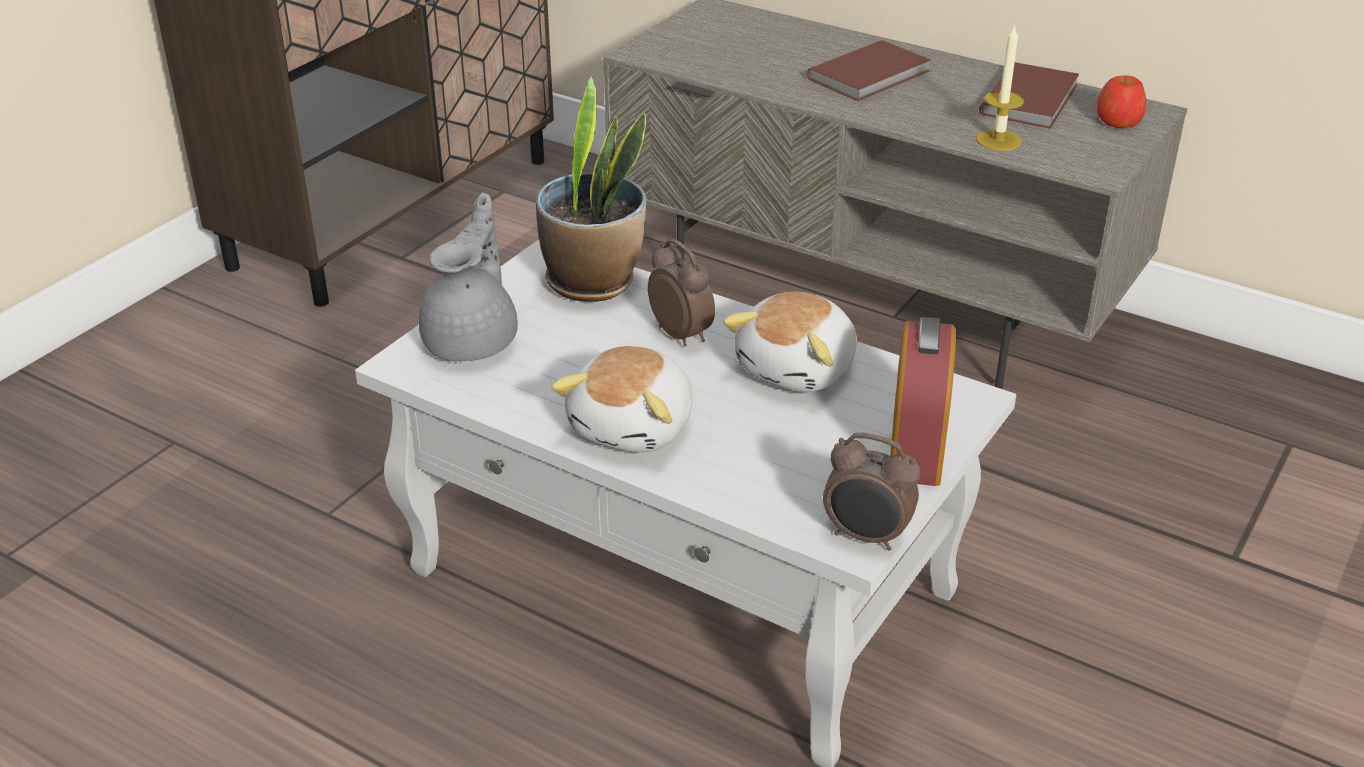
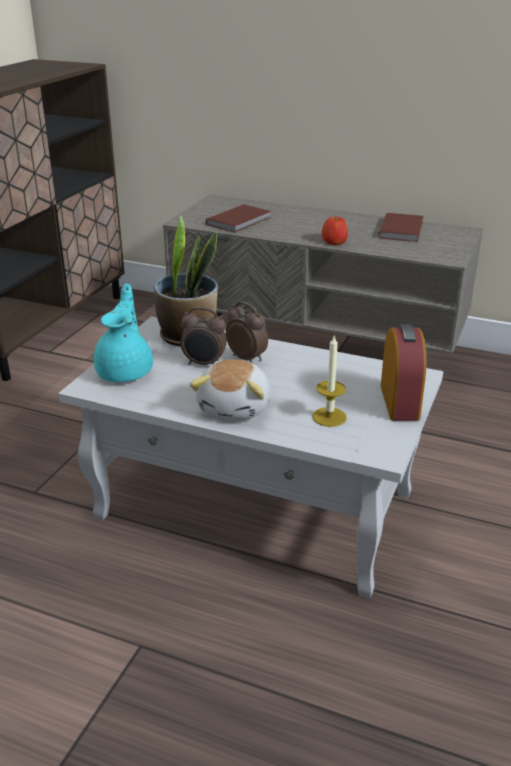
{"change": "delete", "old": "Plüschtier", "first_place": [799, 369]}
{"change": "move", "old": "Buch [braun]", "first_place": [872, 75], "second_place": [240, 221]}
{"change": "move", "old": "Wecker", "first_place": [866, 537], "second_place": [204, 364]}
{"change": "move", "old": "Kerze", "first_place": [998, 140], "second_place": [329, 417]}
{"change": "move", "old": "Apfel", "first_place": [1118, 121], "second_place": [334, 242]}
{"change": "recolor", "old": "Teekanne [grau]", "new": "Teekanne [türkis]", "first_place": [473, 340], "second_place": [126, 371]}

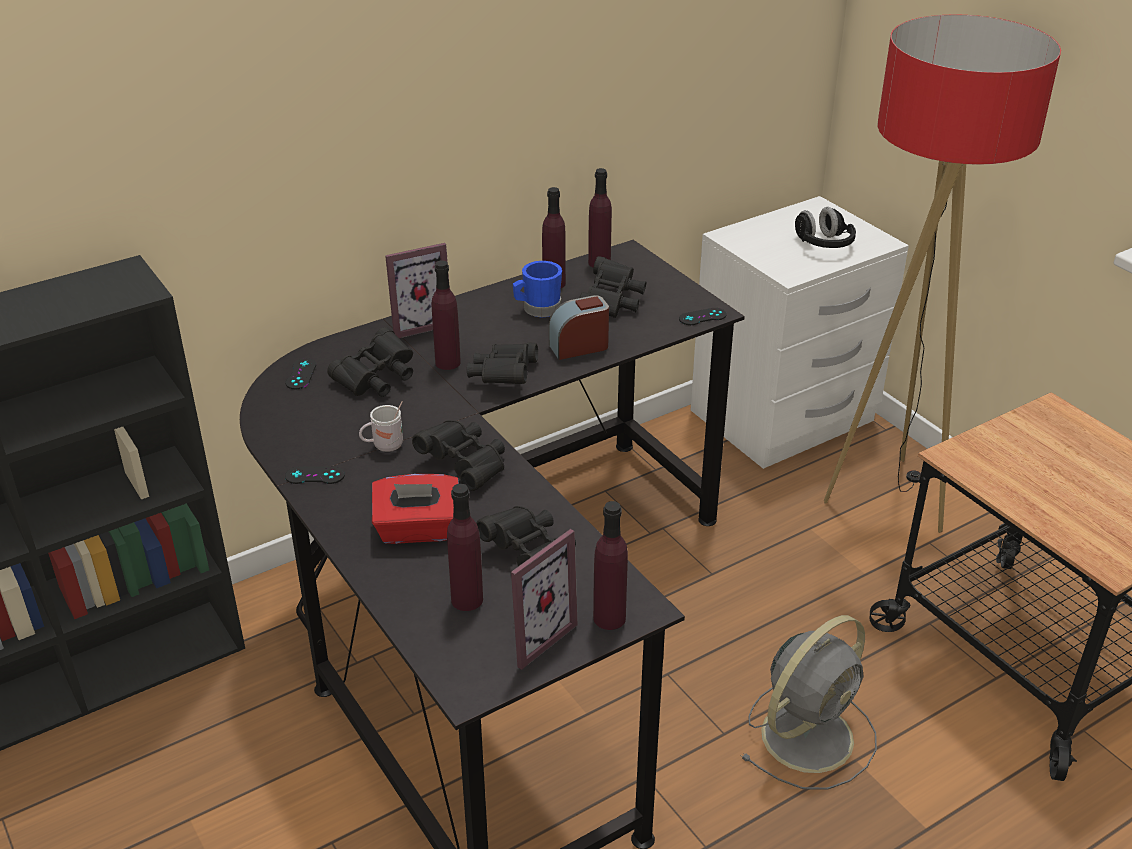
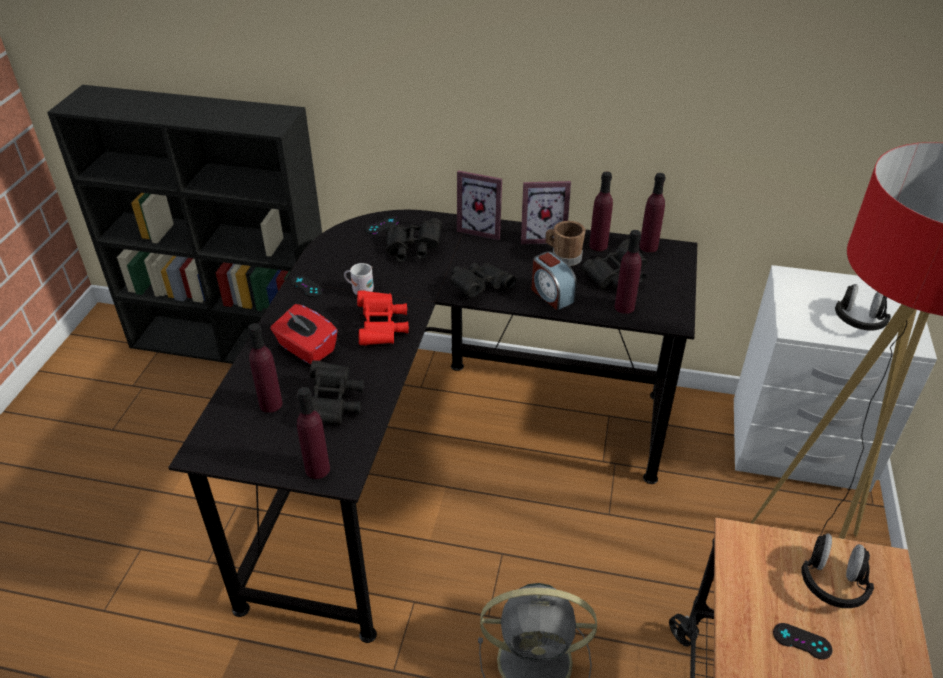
{"change": "insert", "new": "Kopfhörer [schwarz]", "second_place": [832, 582]}
{"change": "move", "old": "Flasche [lila]", "first_place": [448, 362], "second_place": [624, 307]}
{"change": "move", "old": "Bilderrahmen", "first_place": [532, 635], "second_place": [542, 236]}
{"change": "move", "old": "Gamepad [schwarz]", "first_place": [702, 317], "second_place": [802, 641]}
{"change": "recolor", "old": "Fernglas [schwarz]", "new": "Fernglas [rot]", "first_place": [465, 465], "second_place": [382, 328]}
{"change": "recolor", "old": "Henkelbecher [blau]", "new": "Henkelbecher [braun]", "first_place": [537, 309], "second_place": [563, 257]}
{"change": "rotate", "old": "Wecker", "first_place": [579, 346], "second_place": [551, 295], "degrees": -150}

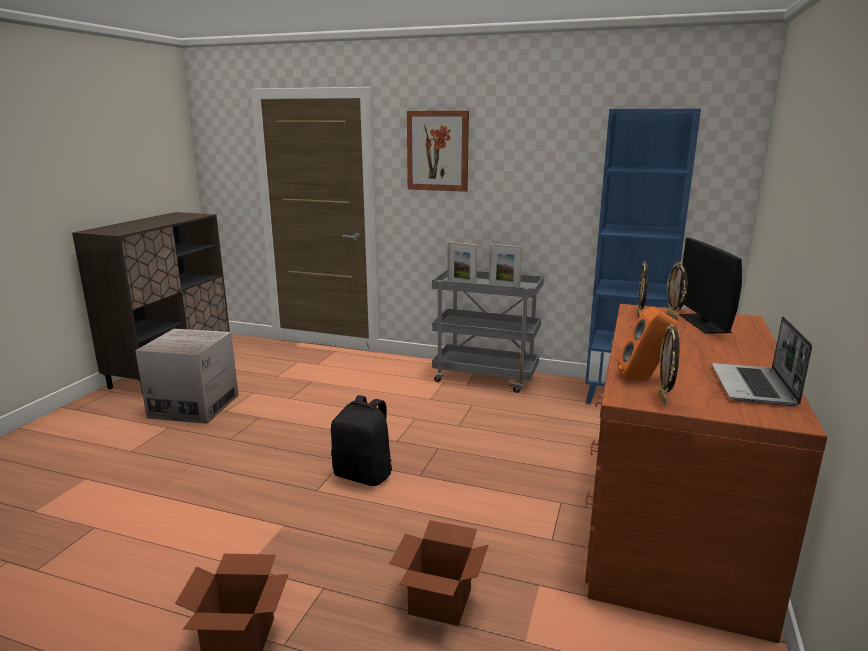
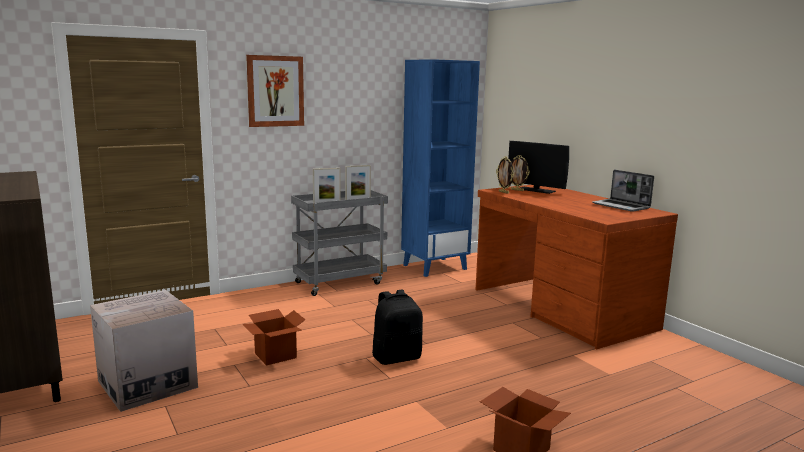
{"change": "delete", "old": "Lautsprecher [orange]", "first_place": [643, 378]}
{"change": "delete", "old": "Bilderrahmen", "first_place": [664, 399]}
{"change": "move", "old": "Karton", "first_place": [440, 602], "second_place": [275, 355]}

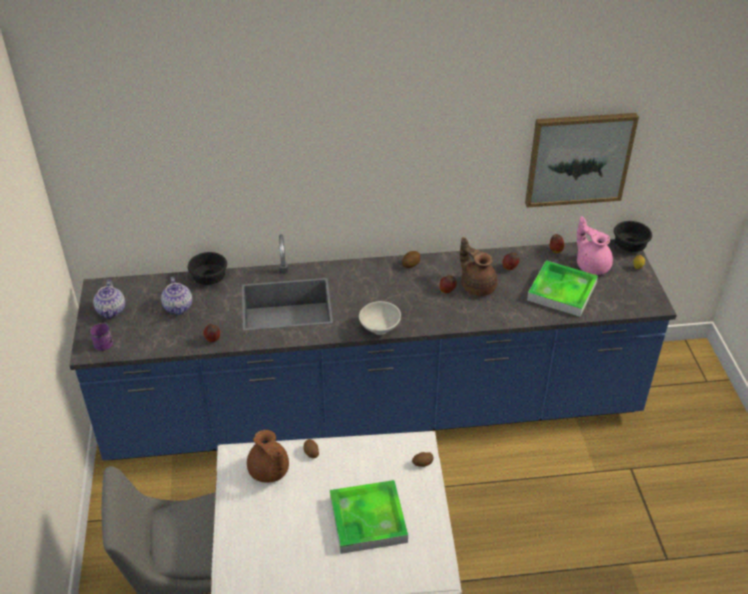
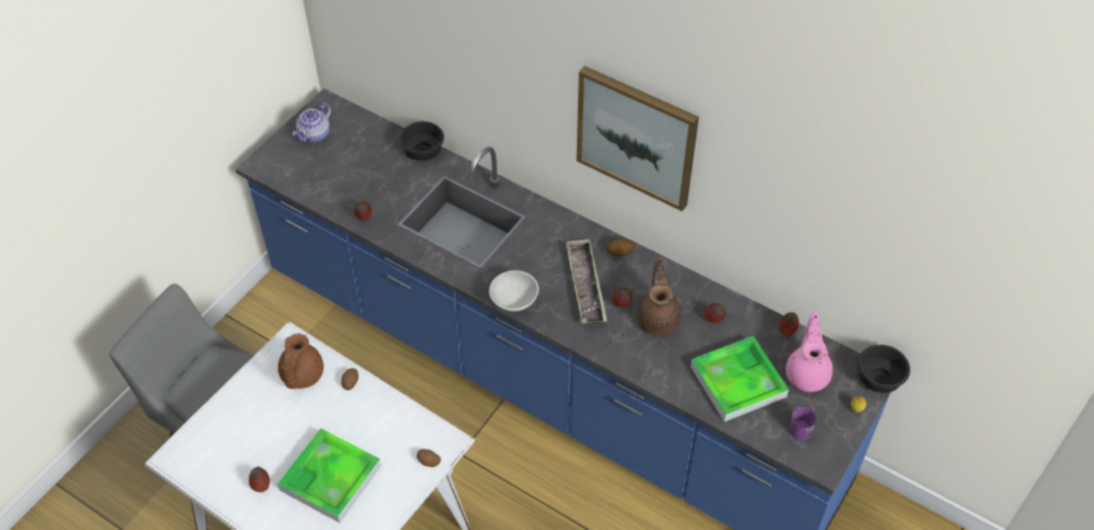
{"change": "delete", "old": "Teekanne", "first_place": [179, 307]}
{"change": "insert", "new": "Apfel", "second_place": [261, 486]}
{"change": "insert", "new": "Tablett", "second_place": [585, 285]}
{"change": "move", "old": "Henkelbecher [lila]", "first_place": [104, 342], "second_place": [802, 427]}
{"change": "move", "old": "Bild", "first_place": [578, 159], "second_place": [636, 137]}

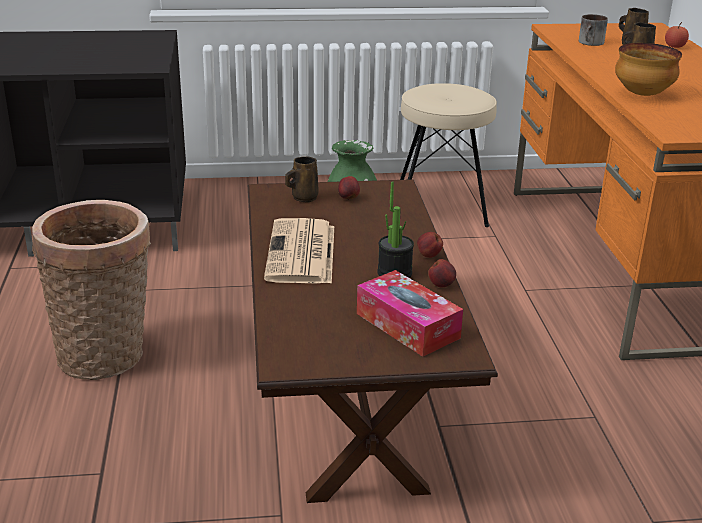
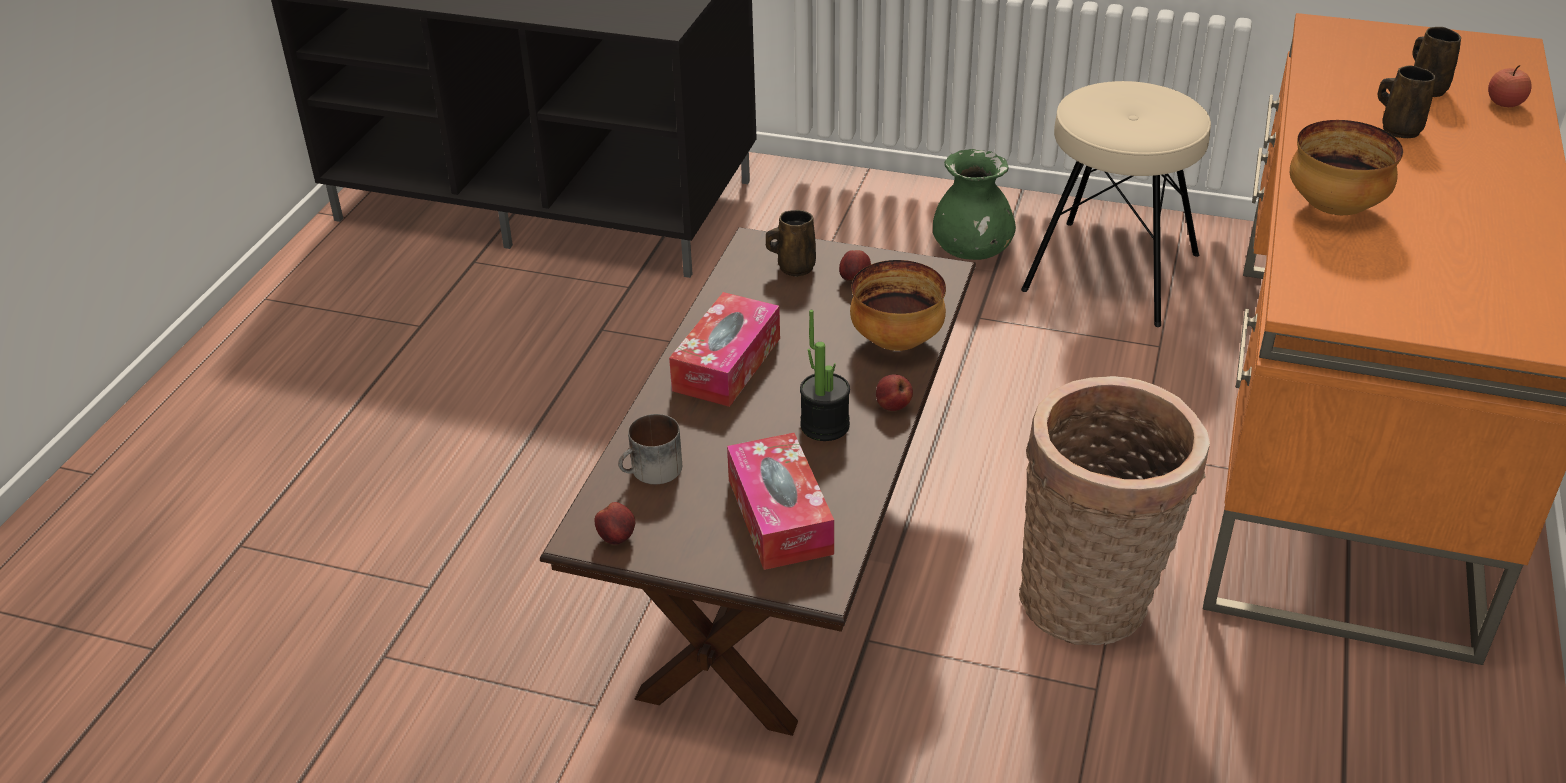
{"change": "insert", "new": "Schüssel", "second_place": [898, 342]}
{"change": "move", "old": "Korb", "first_place": [107, 356], "second_place": [1092, 601]}
{"change": "move", "old": "Apfel", "first_place": [441, 285], "second_place": [617, 538]}
{"change": "move", "old": "Henkelbecher", "first_place": [591, 43], "second_place": [652, 472]}
{"change": "replace", "old": "Zeitung", "new": "Taschentuchbox", "first_place": [302, 253], "second_place": [727, 364]}

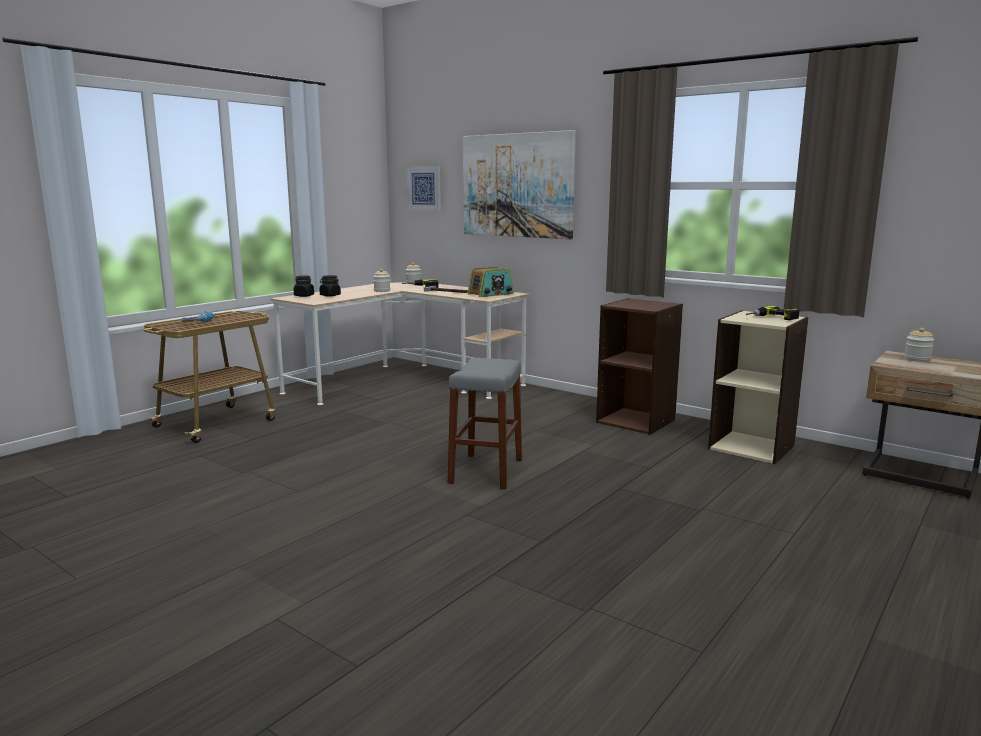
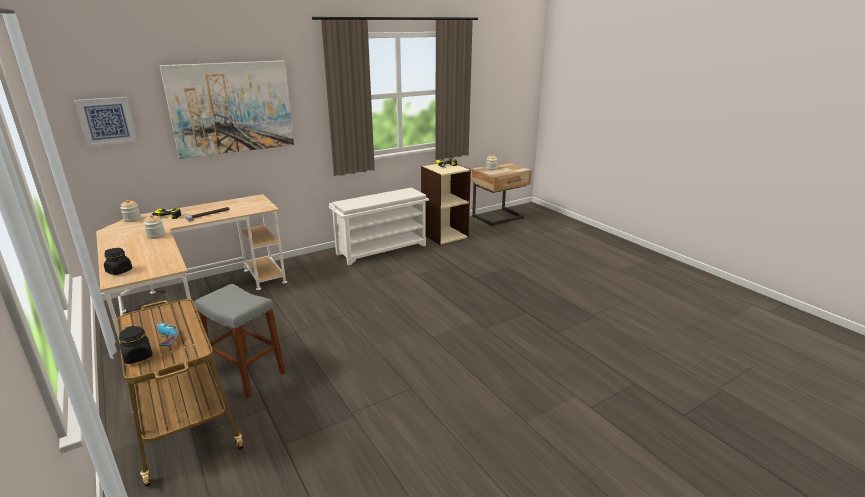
{"change": "delete", "old": "Radio", "first_place": [491, 294]}
{"change": "move", "old": "Vorratsglas [schwarz]", "first_place": [330, 295], "second_place": [138, 356]}
{"change": "move", "old": "Hocker [grau]", "first_place": [486, 471], "second_place": [246, 373]}
{"change": "replace", "old": "Bücherregal [braun]", "new": "Schuhregal [weiß]", "first_place": [636, 421], "second_place": [382, 249]}

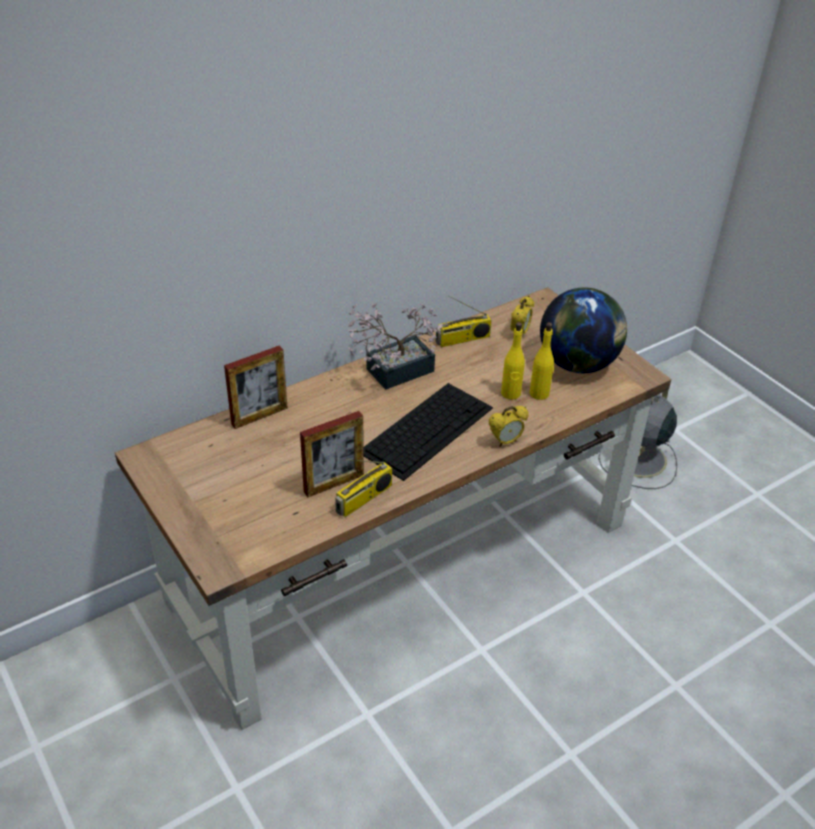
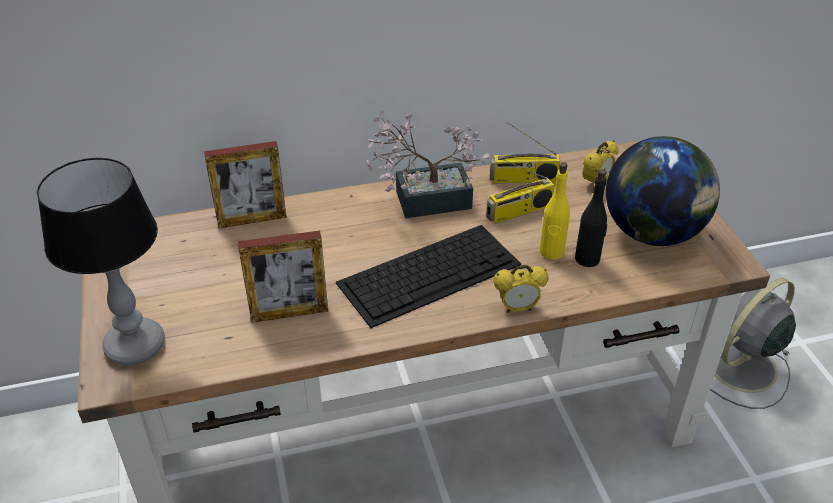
{"change": "insert", "new": "Tischlampe", "second_place": [134, 347]}
{"change": "move", "old": "Radio", "first_place": [364, 499], "second_place": [519, 212]}
{"change": "recolor", "old": "Flasche [gelb]", "new": "Flasche [schwarz]", "first_place": [539, 393], "second_place": [587, 259]}

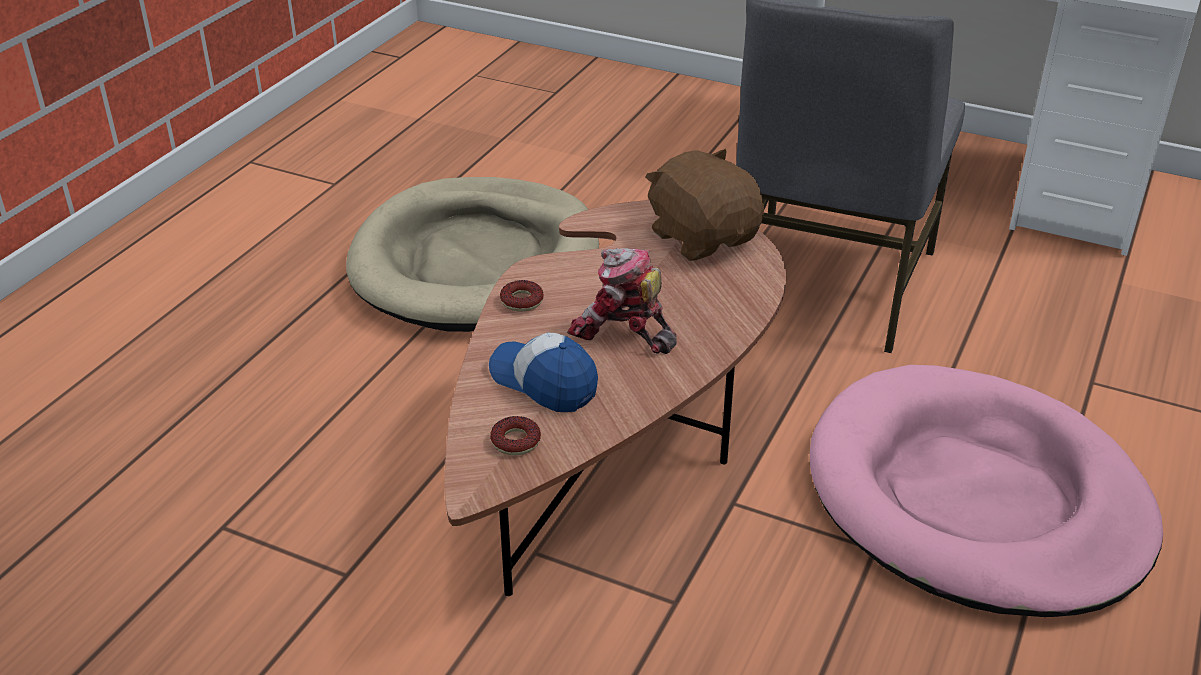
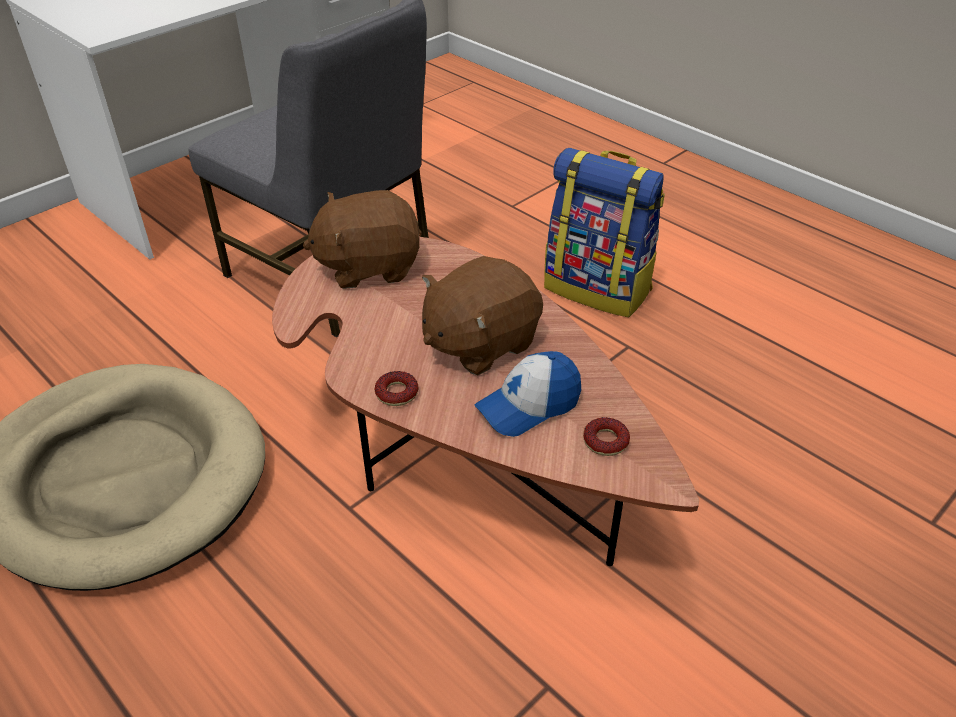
{"change": "replace", "old": "Spielzeugroboter", "new": "Plüschtier [braun]", "first_place": [623, 332], "second_place": [479, 343]}
{"change": "replace", "old": "Hundebett [rosa]", "new": "Rucksack", "first_place": [975, 499], "second_place": [599, 288]}

